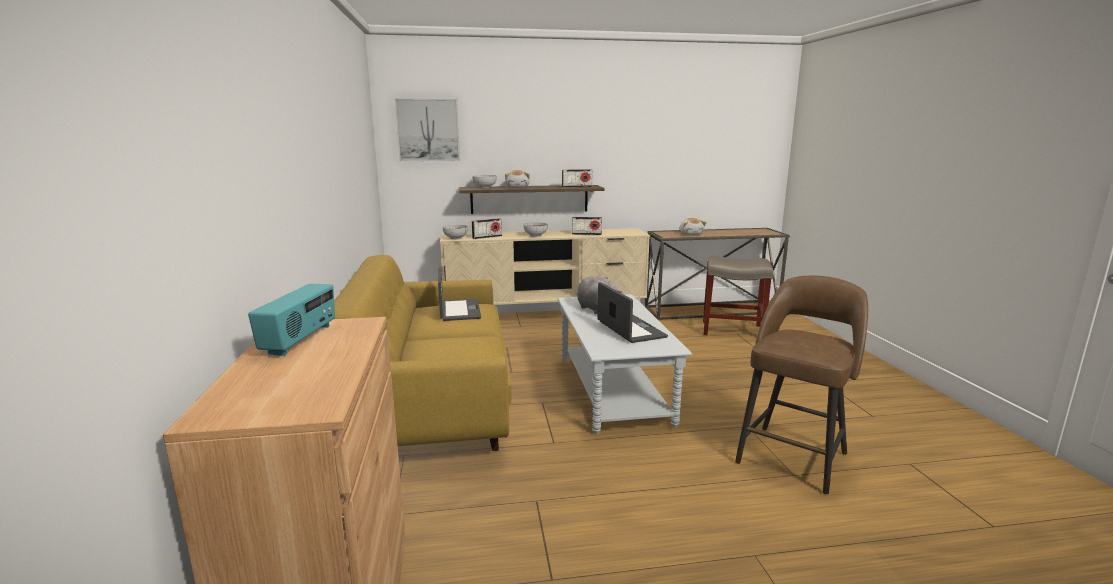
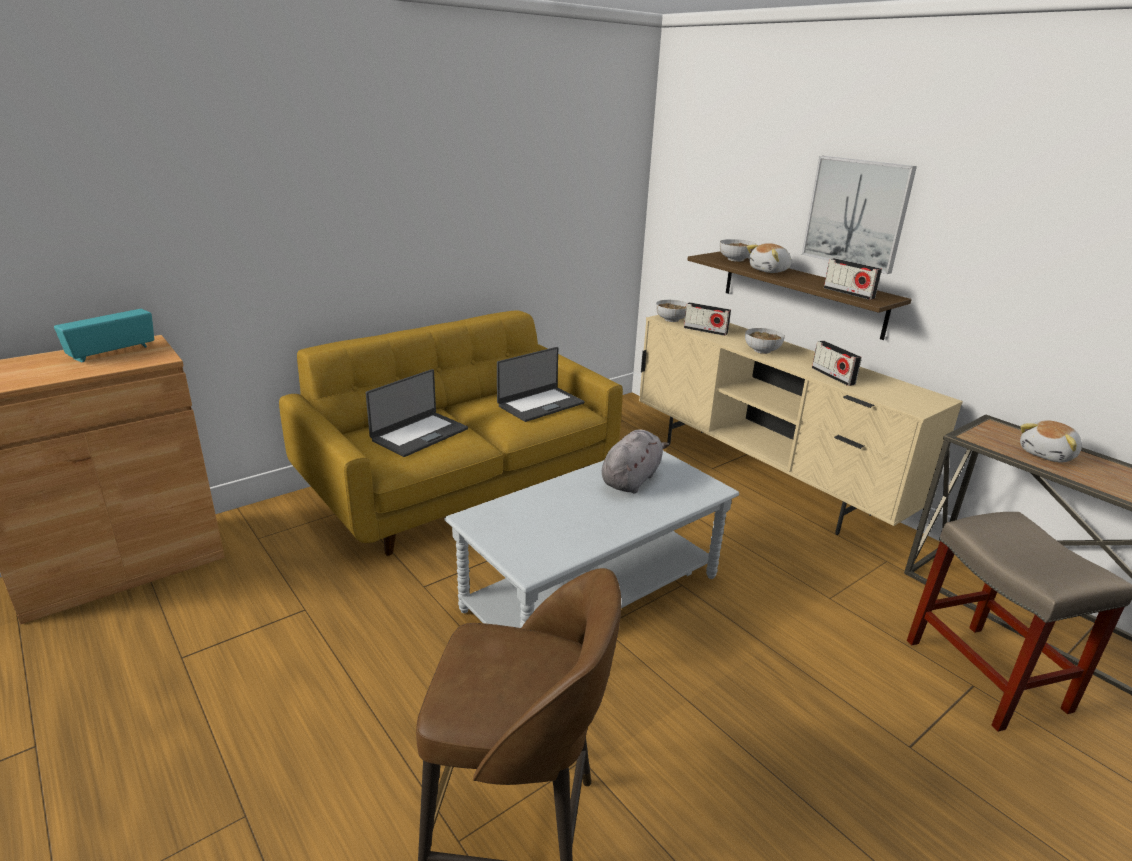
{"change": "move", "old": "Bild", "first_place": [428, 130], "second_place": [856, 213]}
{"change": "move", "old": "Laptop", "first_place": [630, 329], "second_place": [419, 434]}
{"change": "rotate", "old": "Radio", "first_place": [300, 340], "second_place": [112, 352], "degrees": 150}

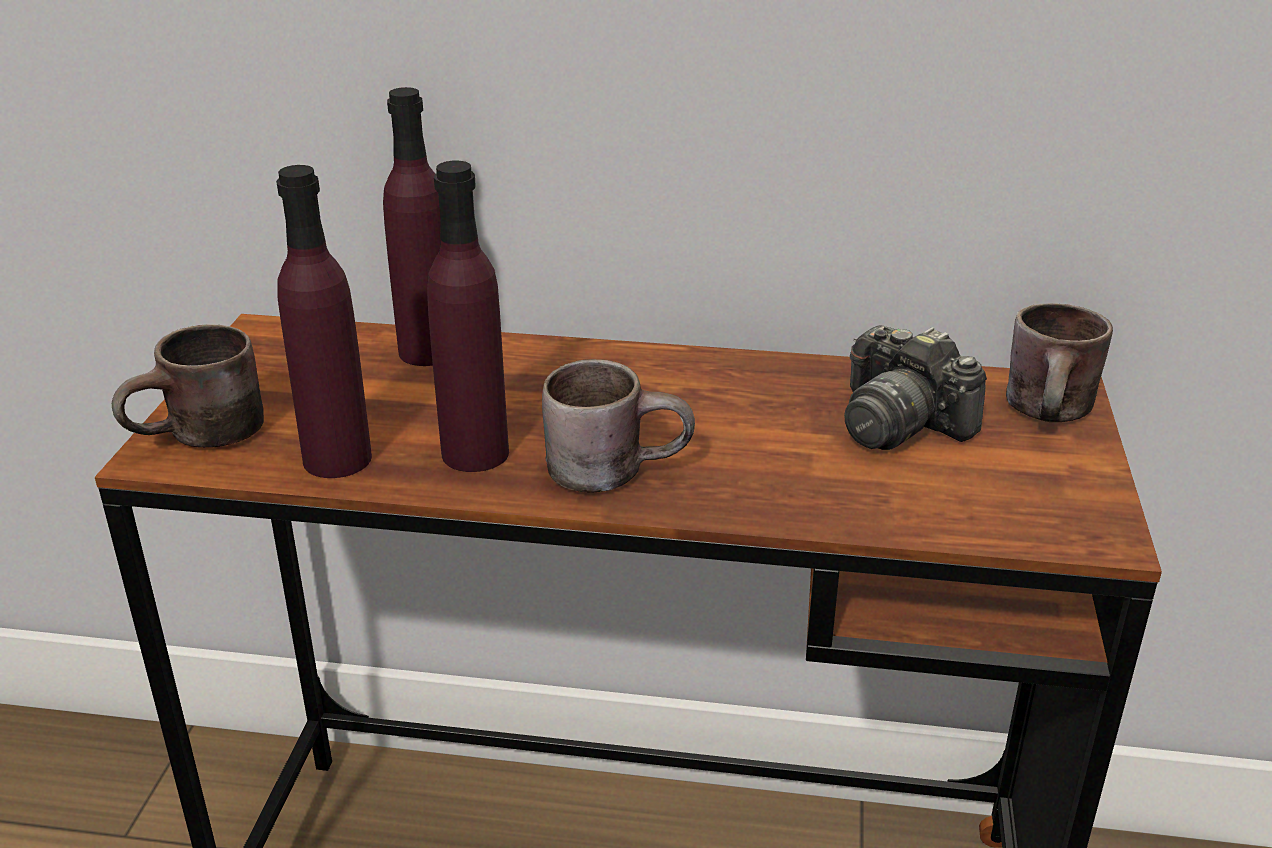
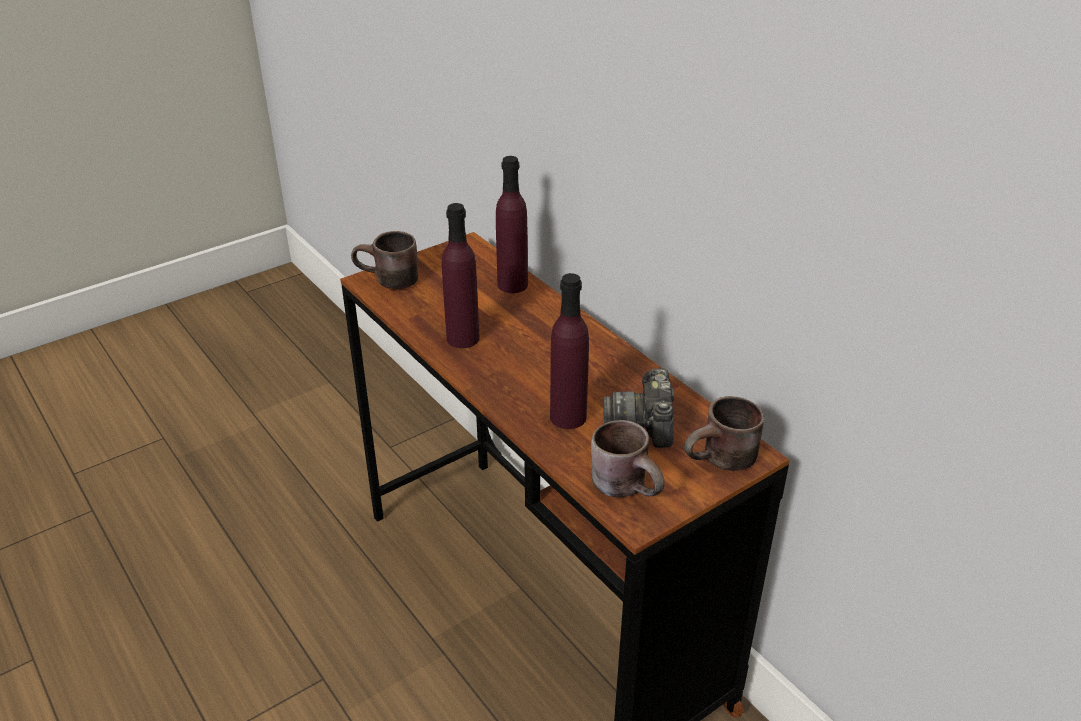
{"change": "move", "old": "Flasche [lila]", "first_place": [337, 459], "second_place": [568, 417]}
{"change": "move", "old": "Henkelbecher [braun]", "first_place": [615, 467], "second_place": [629, 485]}

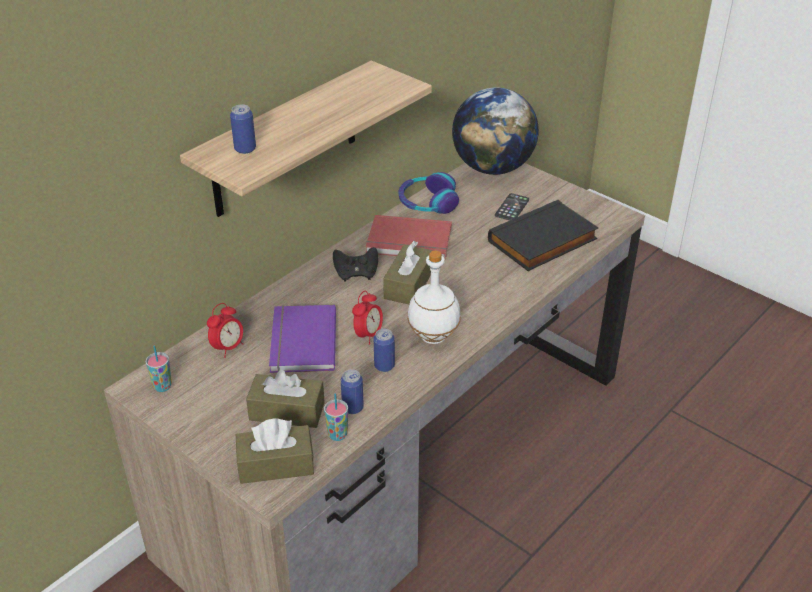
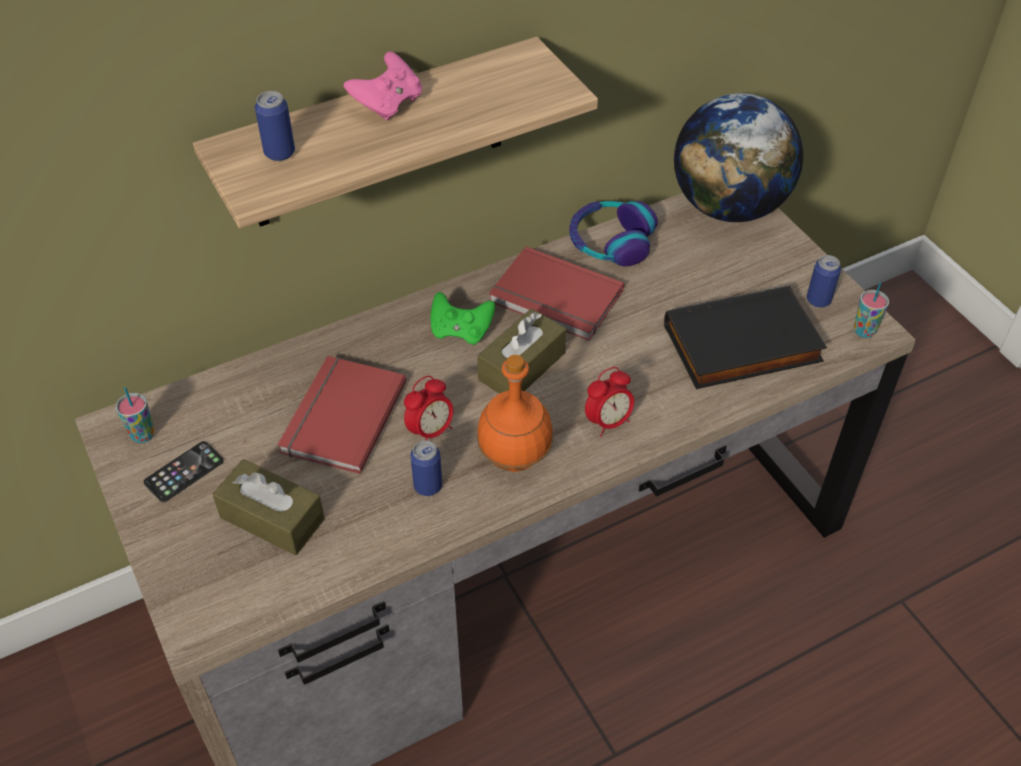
{"change": "delete", "old": "Taschentuchbox [braun]", "first_place": [276, 465]}
{"change": "insert", "new": "Gamepad [rosa]", "second_place": [388, 104]}
{"change": "move", "old": "Wecker", "first_place": [228, 348], "second_place": [608, 422]}
{"change": "move", "old": "Tasse", "first_place": [337, 435], "second_place": [864, 331]}
{"change": "move", "old": "Dose", "first_place": [352, 408], "second_place": [818, 300]}
{"change": "move", "old": "Handy", "first_place": [512, 208], "second_place": [184, 472]}
{"change": "recolor", "old": "Buch [lila]", "new": "Buch [rot]", "first_place": [300, 342], "second_place": [340, 417]}
{"change": "recolor", "old": "Gamepad [schwarz]", "new": "Gamepad [grün]", "first_place": [356, 274], "second_place": [461, 331]}
{"change": "recolor", "old": "Flasche [weiß]", "new": "Flasche [orange]", "first_place": [433, 336], "second_place": [515, 458]}

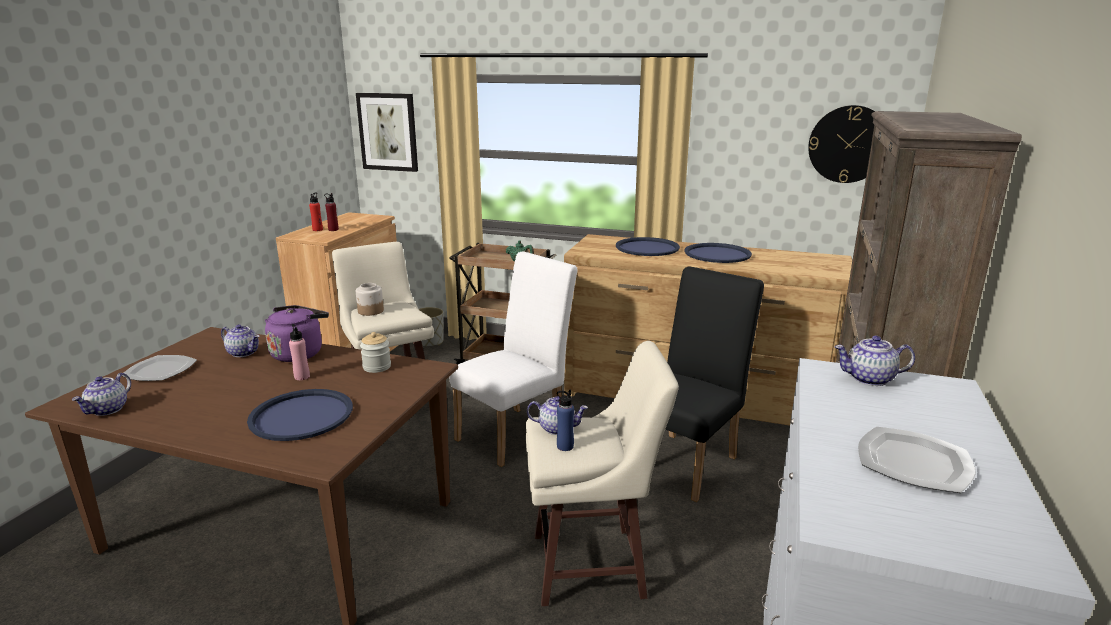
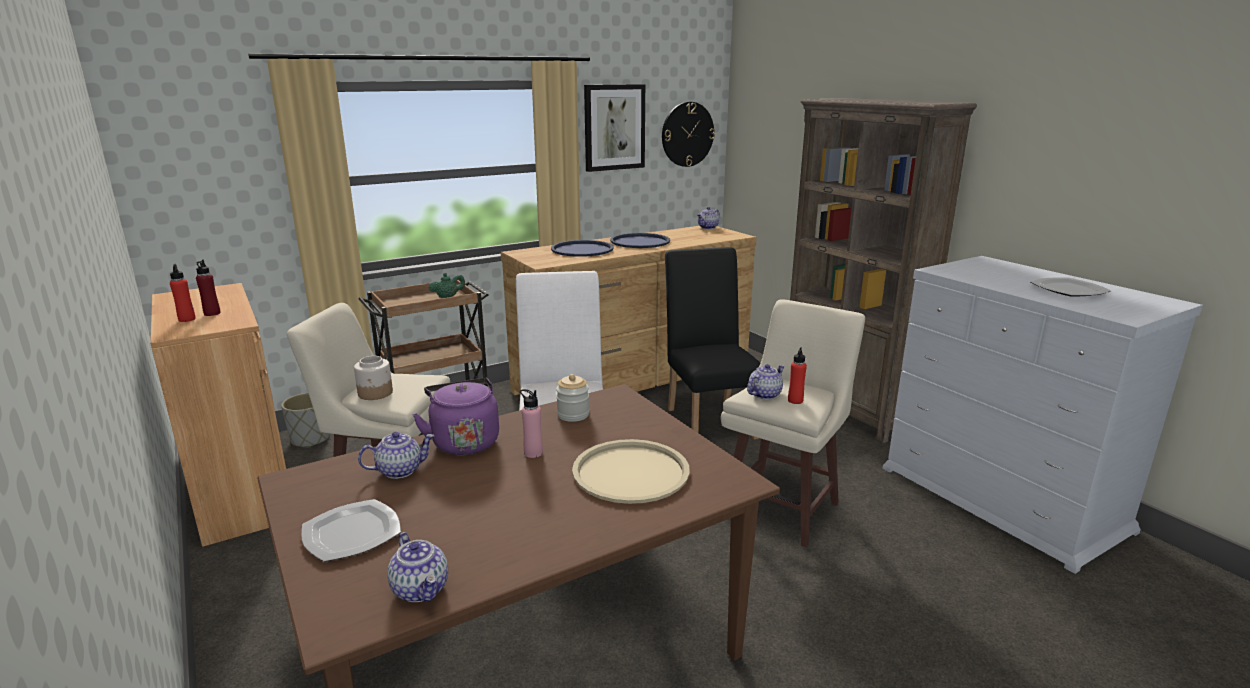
{"change": "move", "old": "Bild", "first_place": [388, 132], "second_place": [614, 127]}
{"change": "move", "old": "Teekanne", "first_place": [869, 379], "second_place": [708, 227]}
{"change": "recolor", "old": "Tablett [blau]", "new": "Tablett [beige]", "first_place": [302, 416], "second_place": [631, 472]}
{"change": "recolor", "old": "Flasche [blau]", "new": "Flasche [rot]", "first_place": [565, 446], "second_place": [795, 400]}

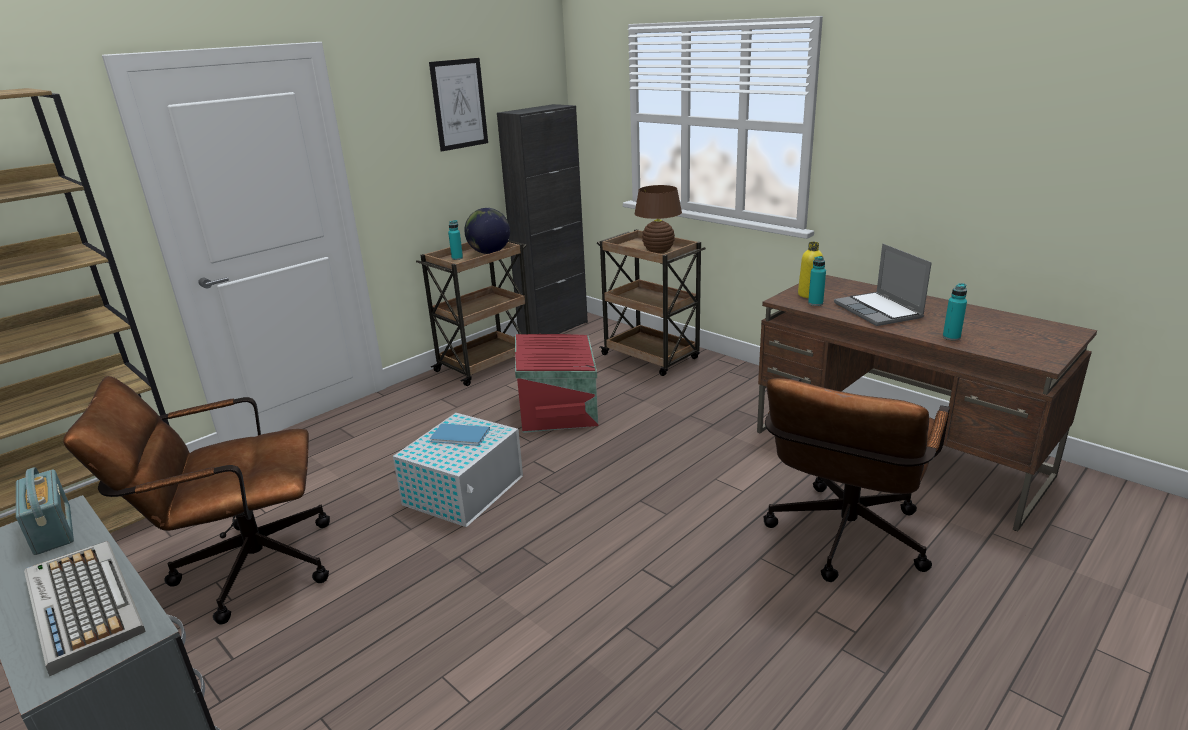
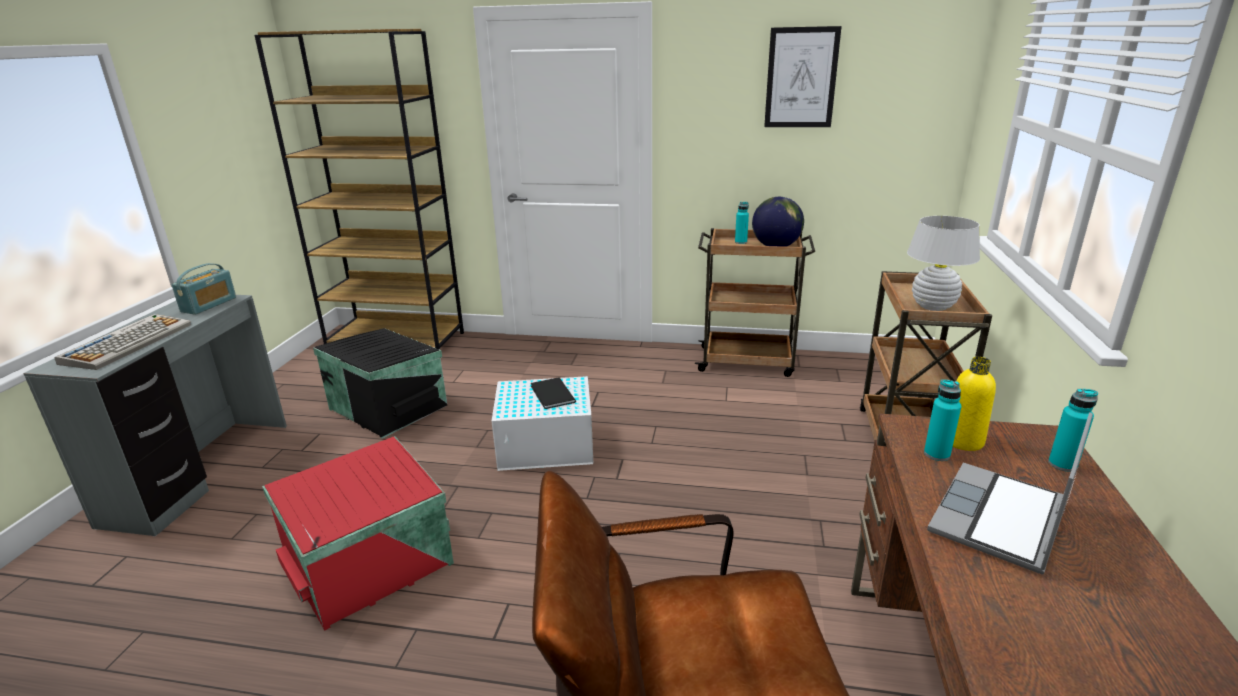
{"change": "delete", "old": "Schrank [schwarz]", "first_place": [553, 329]}
{"change": "move", "old": "Aufbewahrungsbox [rot]", "first_place": [559, 407], "second_place": [373, 565]}
{"change": "move", "old": "Flasche [türkis]", "first_place": [951, 337], "second_place": [1062, 464]}
{"change": "replace", "old": "Bürostuhl [braun]", "new": "Aufbewahrungsbox [schwarz]", "first_place": [242, 569], "second_place": [389, 406]}
{"change": "recolor", "old": "Buch [blau]", "new": "Buch [schwarz]", "first_place": [461, 436], "second_place": [551, 395]}
{"change": "recolor", "old": "Tischlampe [braun]", "new": "Tischlampe [weiß]", "first_place": [658, 251], "second_place": [933, 307]}

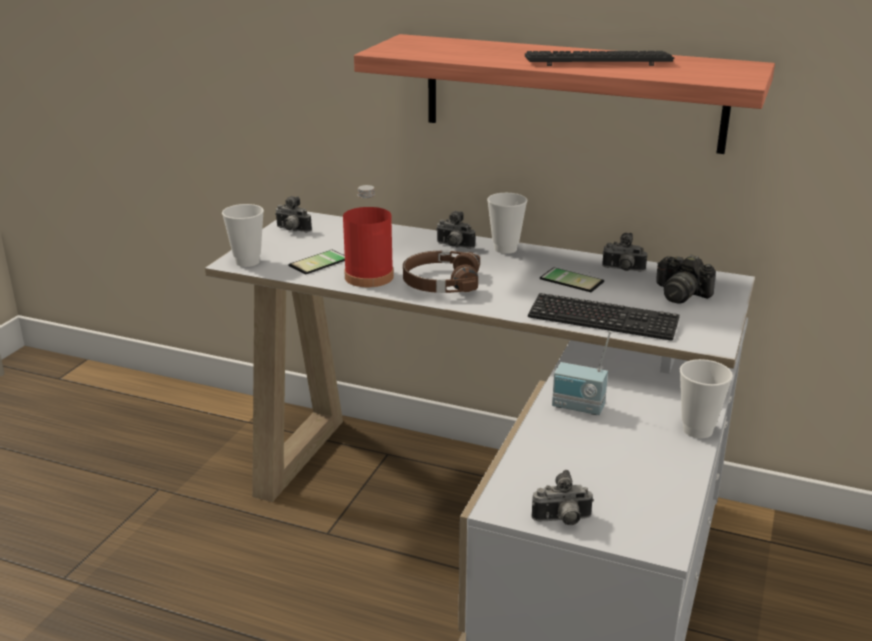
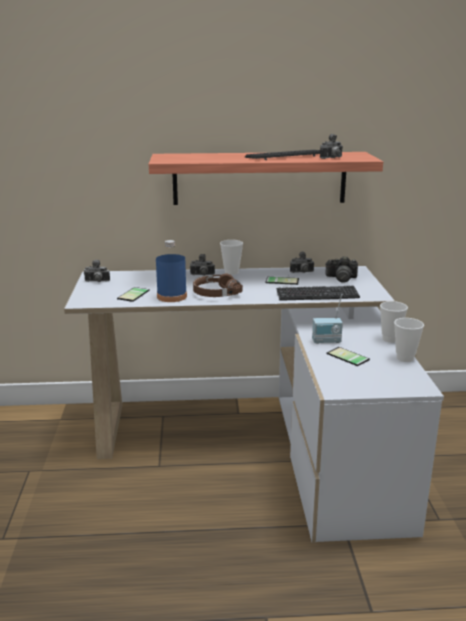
{"change": "insert", "new": "Handy", "second_place": [346, 357]}
{"change": "move", "old": "Tasse", "first_place": [247, 262], "second_place": [405, 358]}
{"change": "move", "old": "Kamera", "first_place": [562, 521], "second_place": [332, 158]}
{"change": "recolor", "old": "Flasche [rot]", "new": "Flasche [blau]", "first_place": [369, 277], "second_place": [172, 296]}

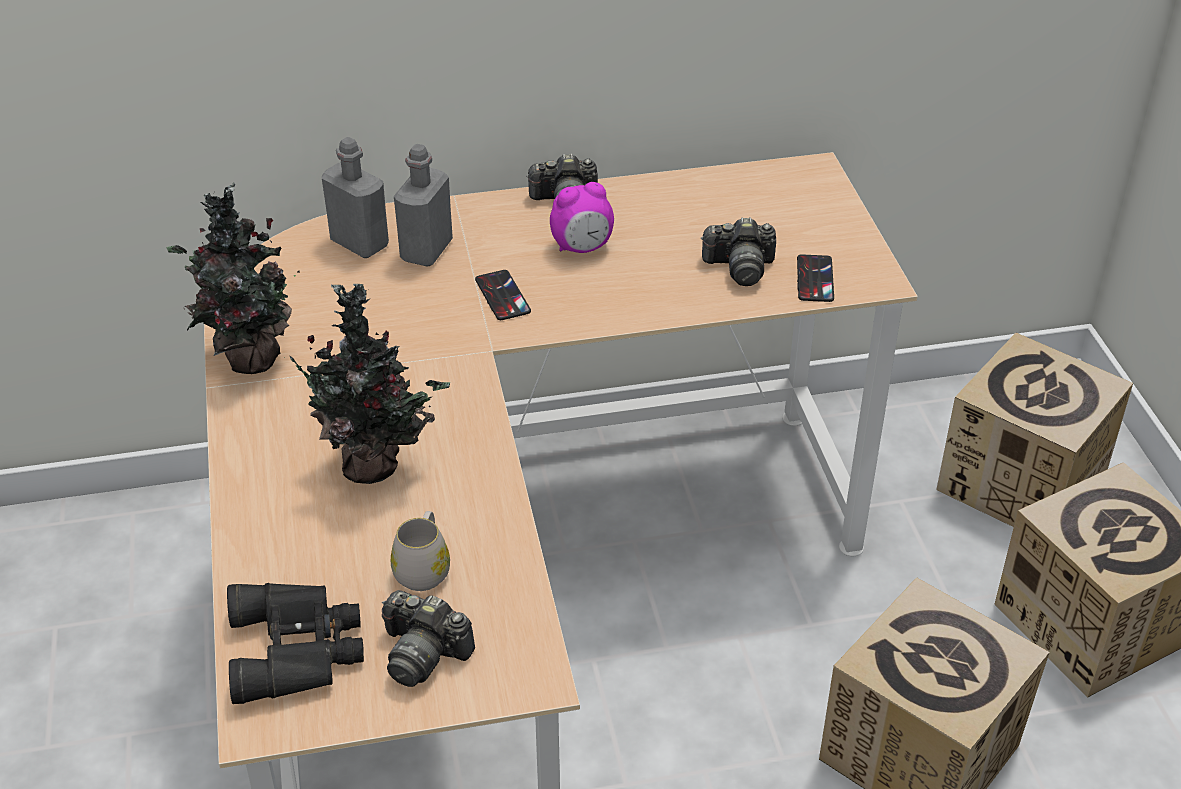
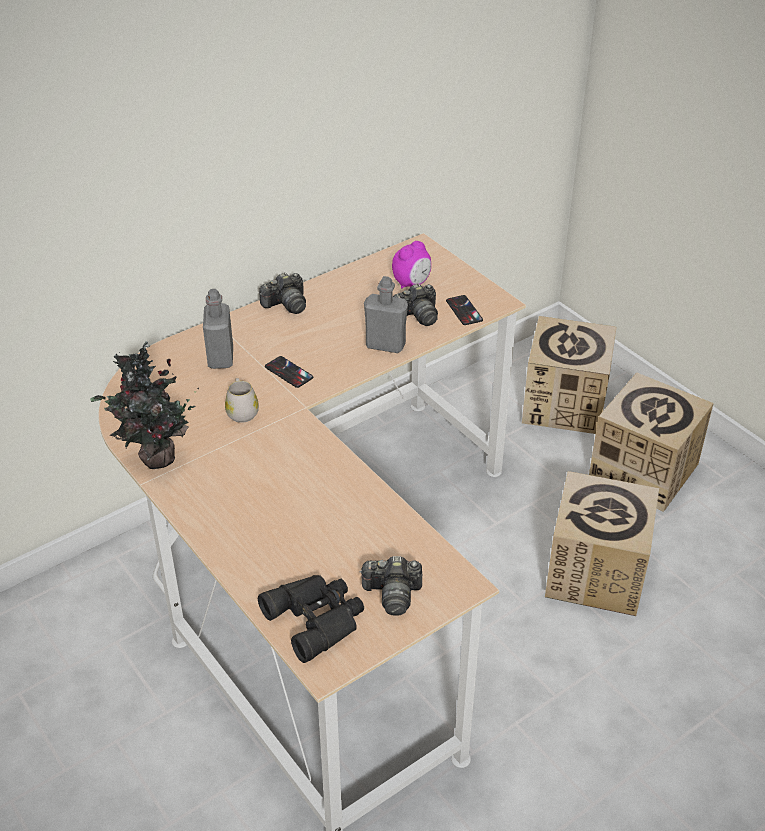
{"change": "delete", "old": "Topfpflanze", "first_place": [376, 466]}
{"change": "move", "old": "Flasche [grau]", "first_place": [359, 243], "second_place": [385, 345]}
{"change": "move", "old": "Henkelbecher [weiß]", "first_place": [424, 568], "second_place": [242, 411]}
{"change": "move", "old": "Wecker", "first_place": [582, 248], "second_place": [412, 283]}

